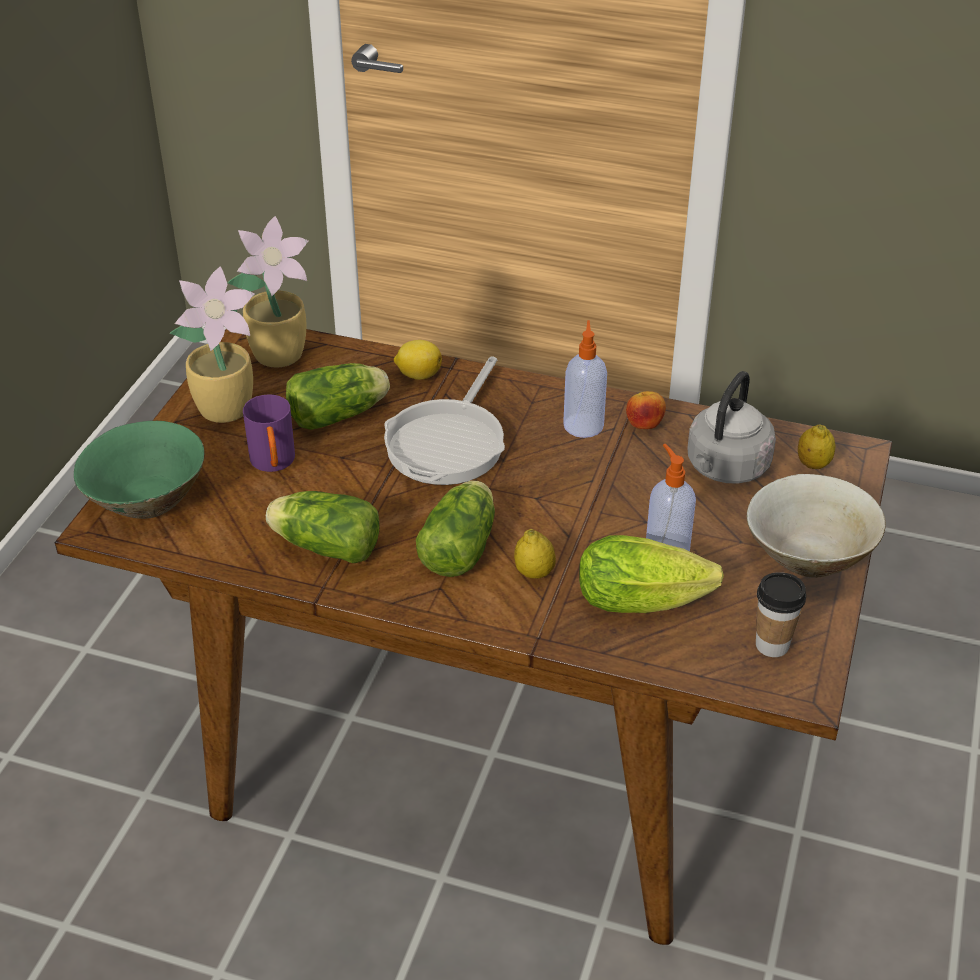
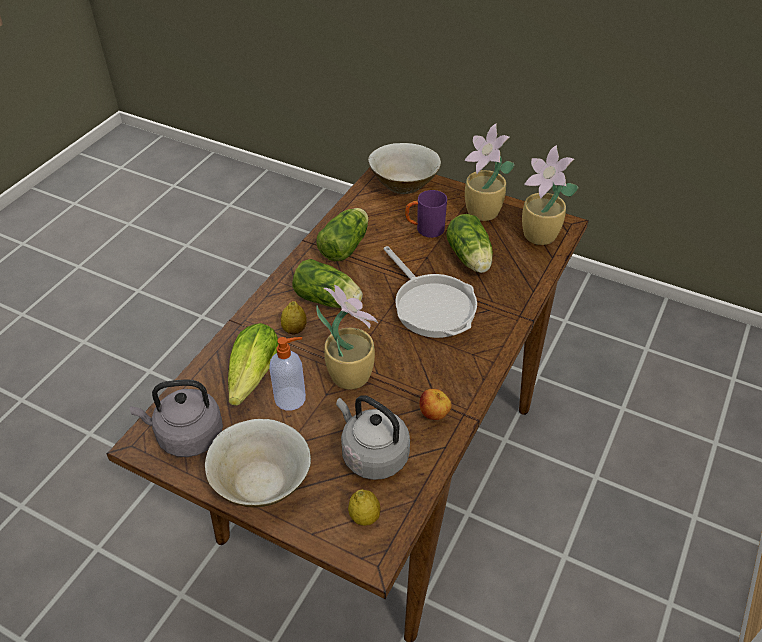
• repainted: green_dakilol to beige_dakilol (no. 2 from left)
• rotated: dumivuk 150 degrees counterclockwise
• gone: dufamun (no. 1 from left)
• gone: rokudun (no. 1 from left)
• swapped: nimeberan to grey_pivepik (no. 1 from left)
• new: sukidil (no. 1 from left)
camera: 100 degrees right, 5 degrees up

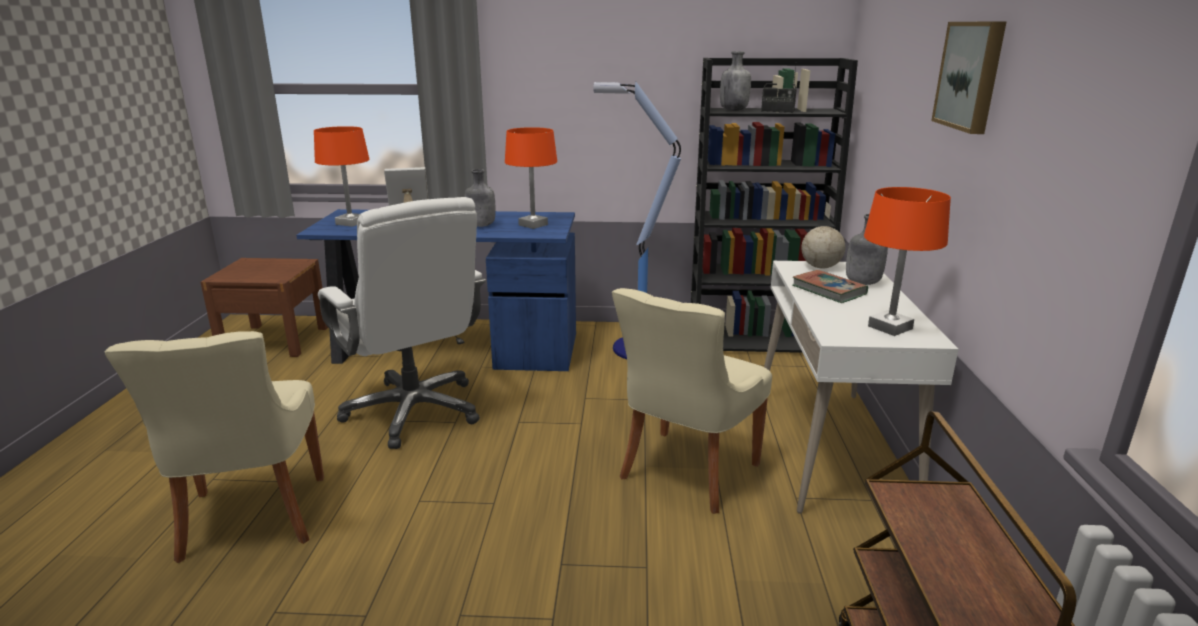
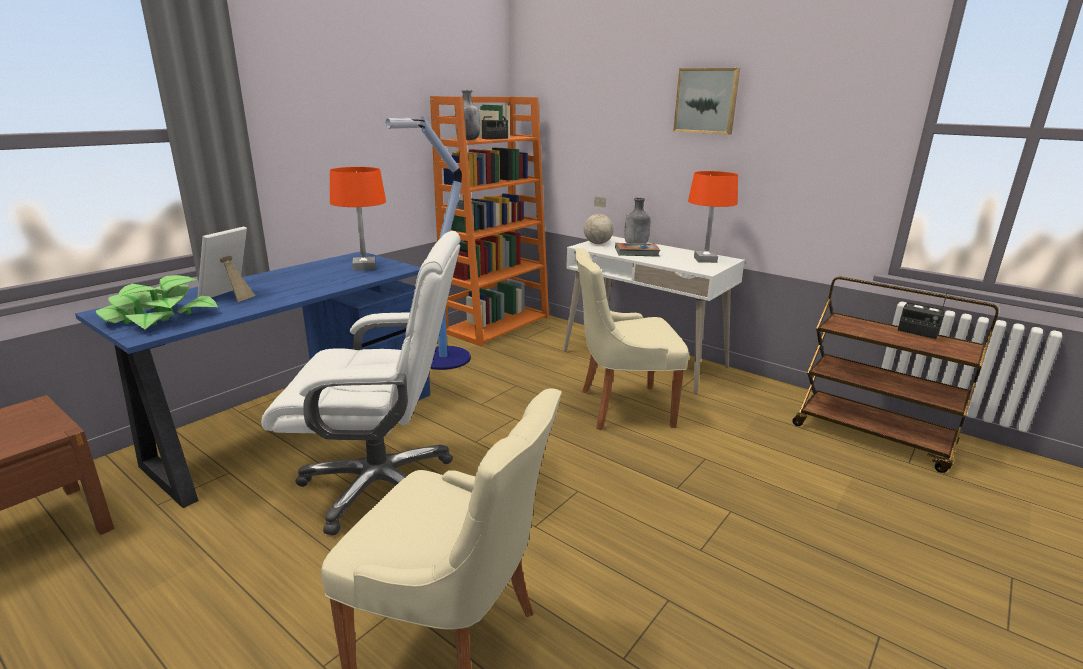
• swapped: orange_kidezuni (no. 1 from left) to sukidil
• gone: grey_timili (no. 1 from left)
• rotated: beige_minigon (no. 2 from left) 105 degrees clockwise
• repainted: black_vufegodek to orange_vufegodek
• new: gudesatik (no. 2 from left)
camera: 55 degrees left, 0 degrees up

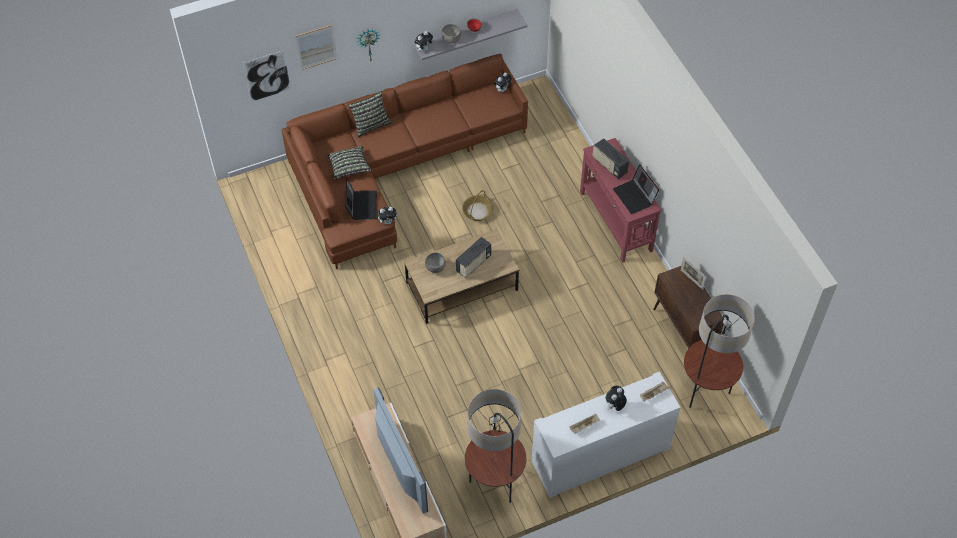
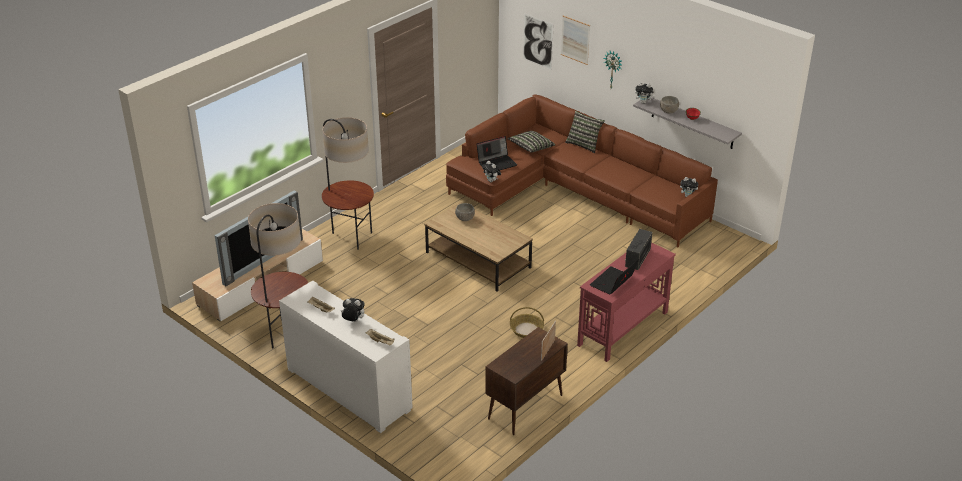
• gone: gudesatik (no. 1 from left)
• shifted: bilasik
• shifted: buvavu (no. 2 from left)
camera: 65 degrees right, 20 degrees down

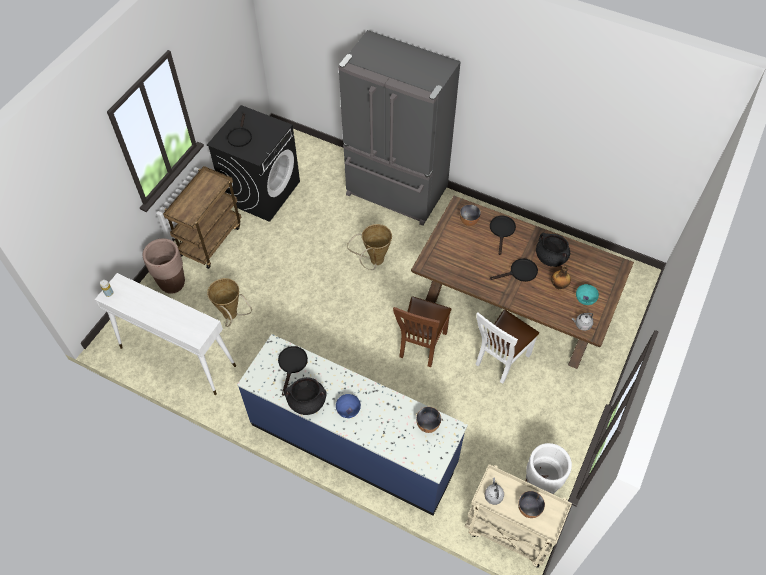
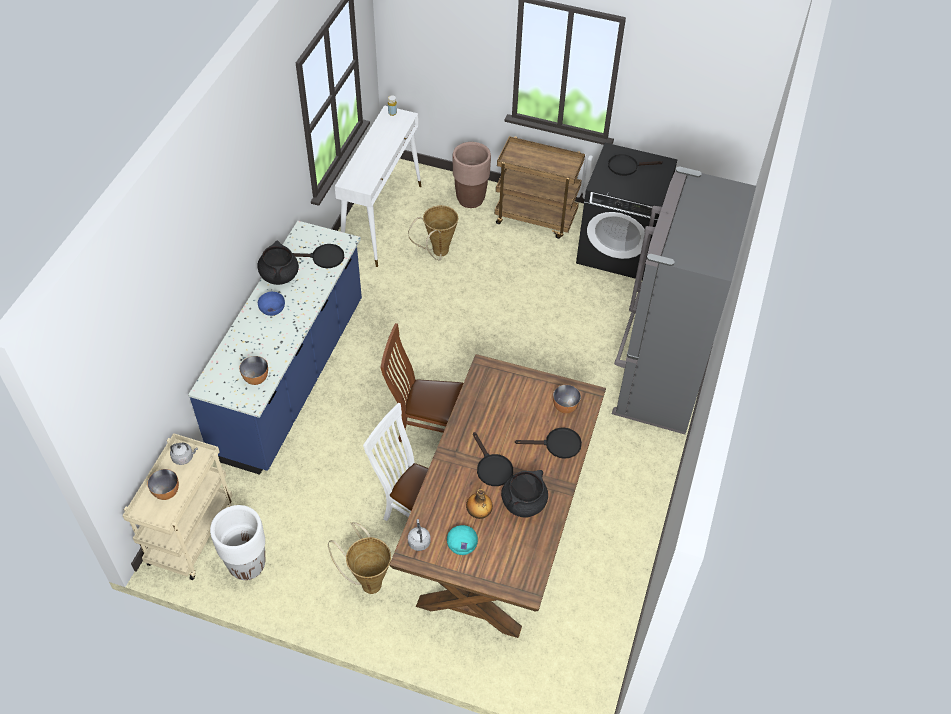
• shifted: bilasik (no. 2 from left in the first image) to bilasik (no. 1 from left)
camera: 80 degrees right, 5 degrees down

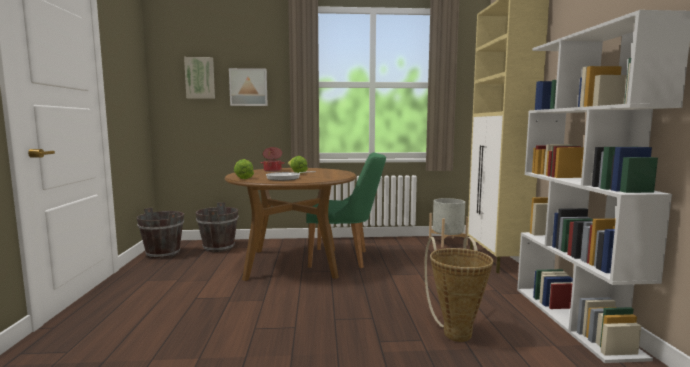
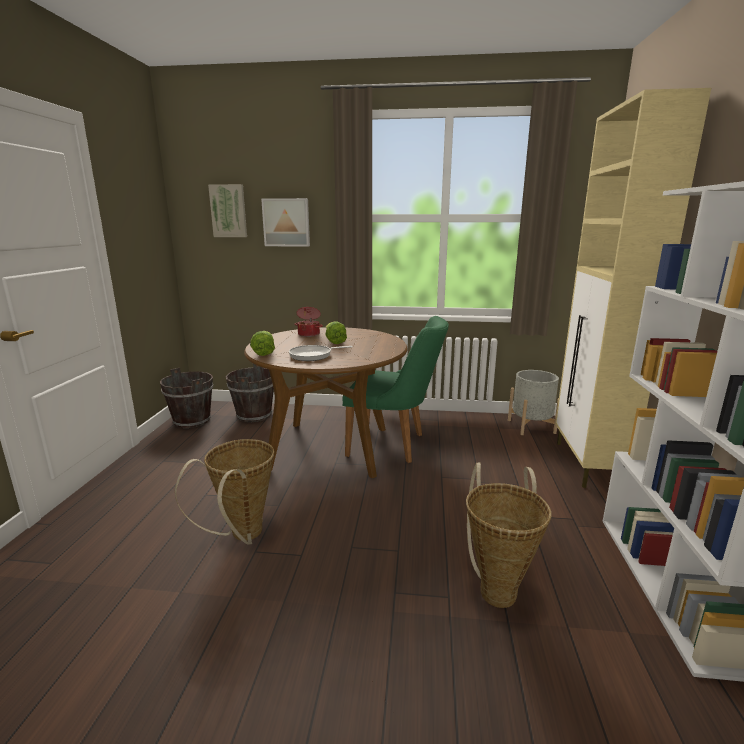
• new: bilasik (no. 1 from left)
camera: 10 degrees right, 10 degrees up

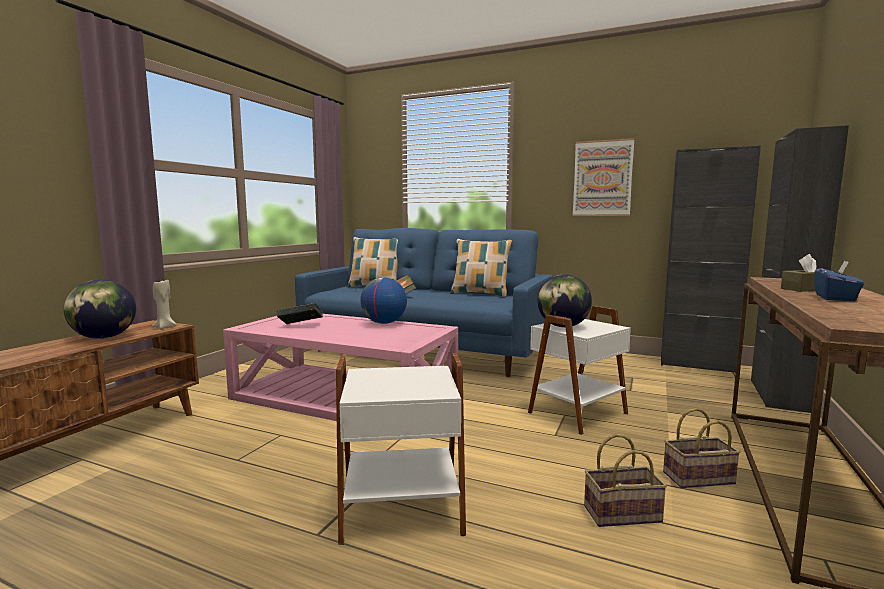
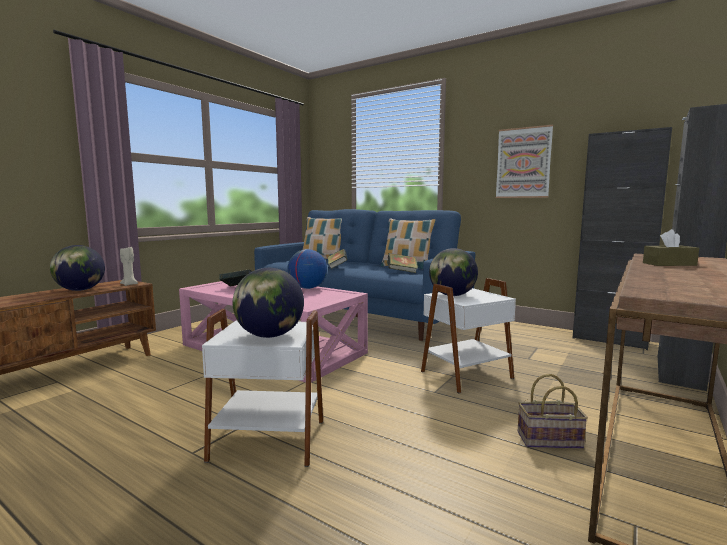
• gone: bilasik (no. 1 from left)
• gone: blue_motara
• new: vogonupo (no. 2 from left)
• new: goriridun (no. 3 from left)
camera: 10 degrees right, 0 degrees up

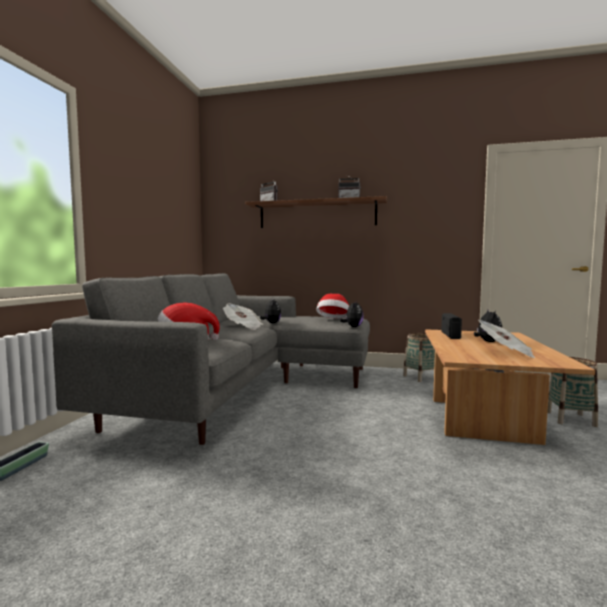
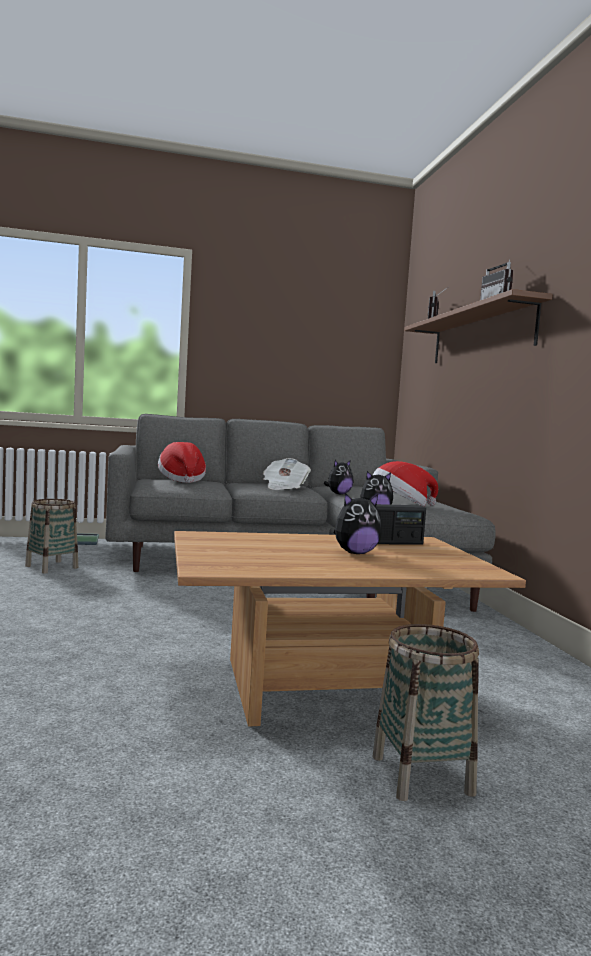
• shifted: bilasik (no. 1 from left)
• gone: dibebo (no. 2 from left)
camera: 65 degrees right, 0 degrees up

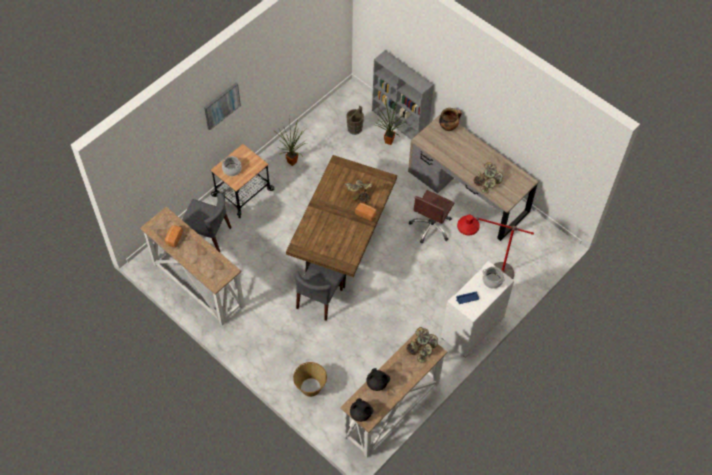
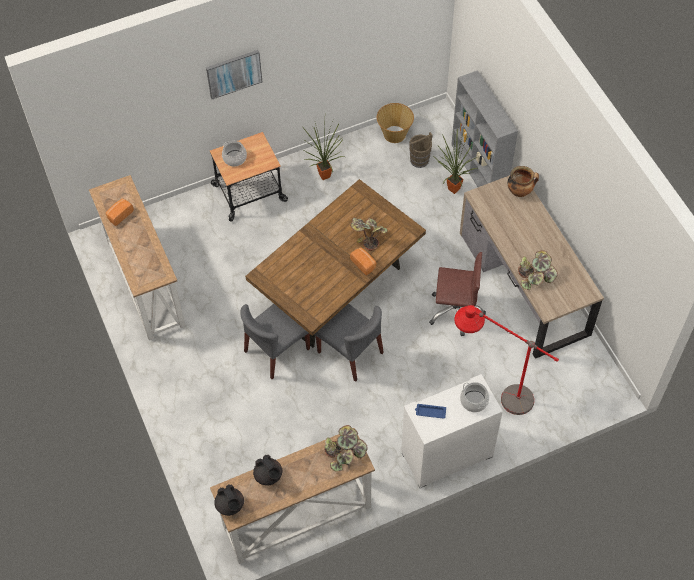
• shifted: grey_minigon (no. 1 from left in the first image) to grey_minigon (no. 2 from left)
• shifted: bilasik
• rotated: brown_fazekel 135 degrees counterclockwise
camera: 25 degrees right, 0 degrees up

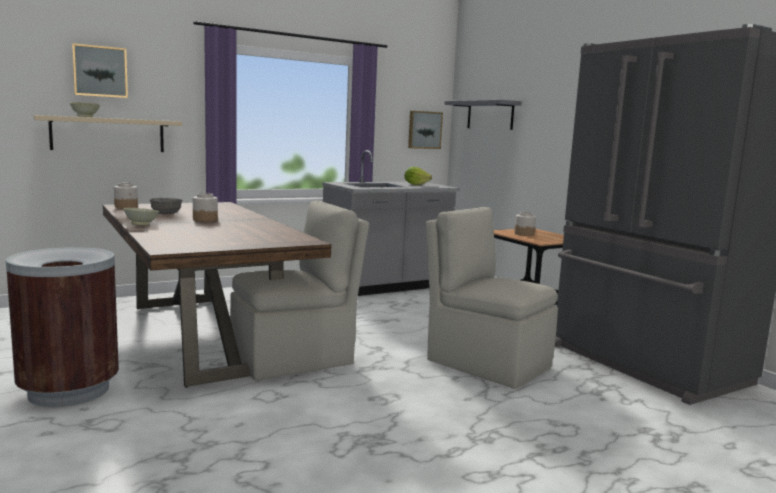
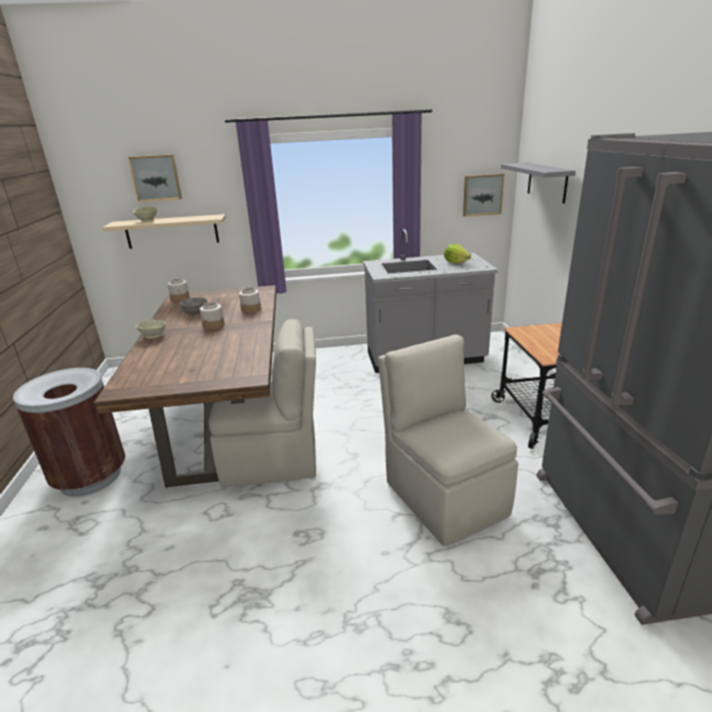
• shifted: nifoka (no. 3 from left)
camera: 25 degrees right, 15 degrees up

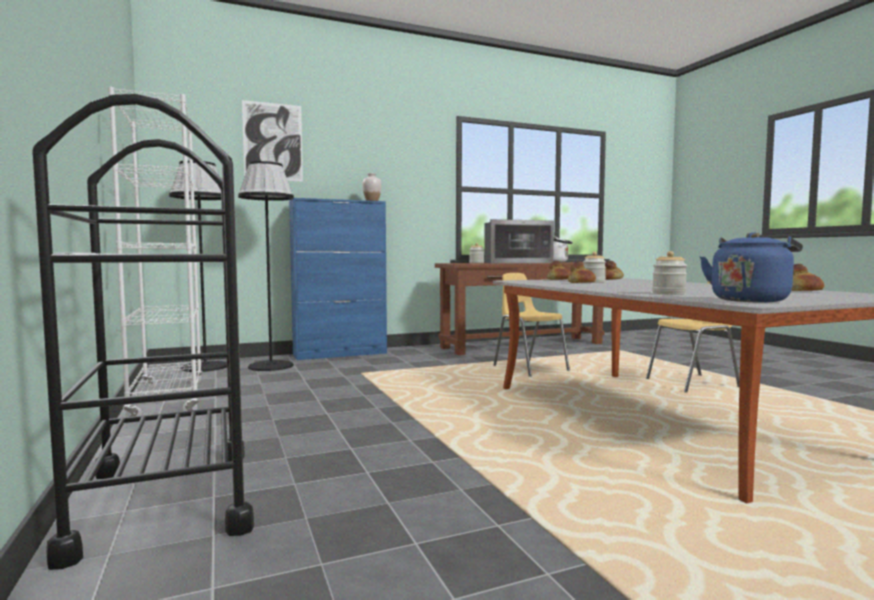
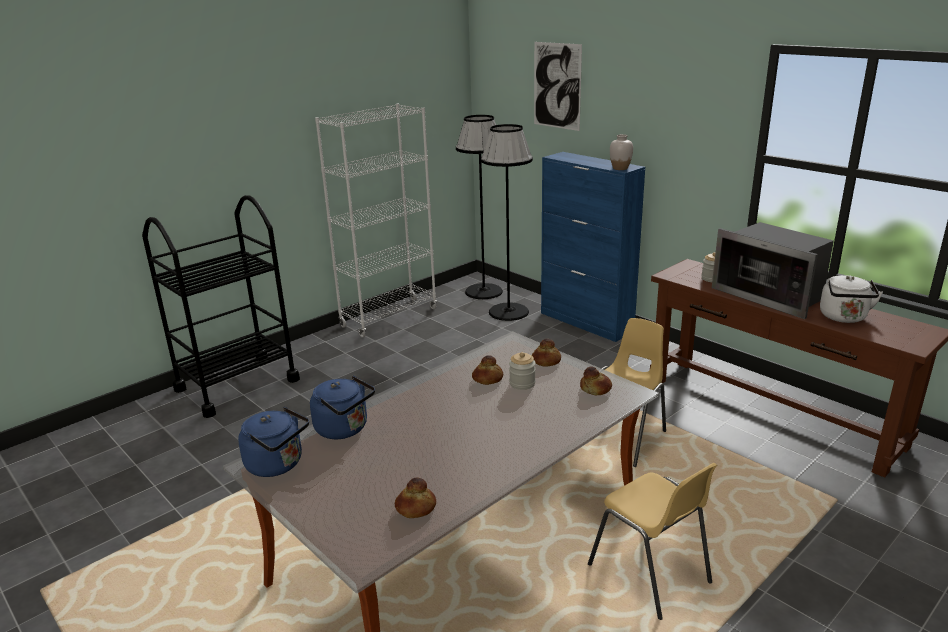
• swapped: nifoka (no. 3 from left) to blue_pivepik (no. 2 from left)
camera: 70 degrees right, 20 degrees up

